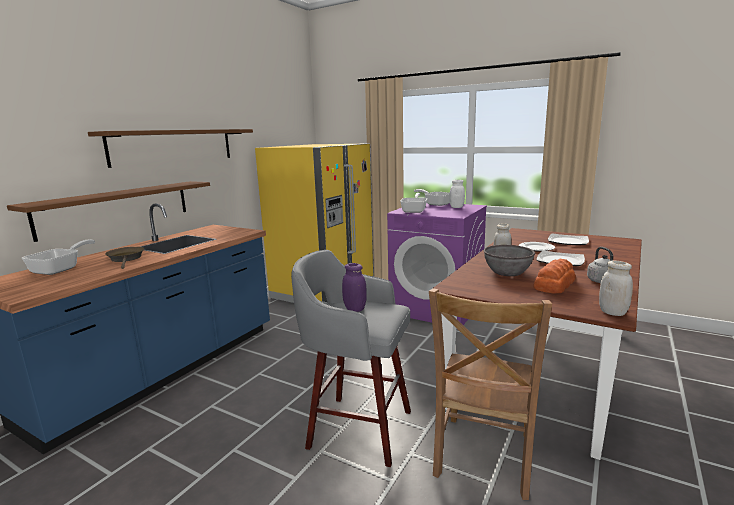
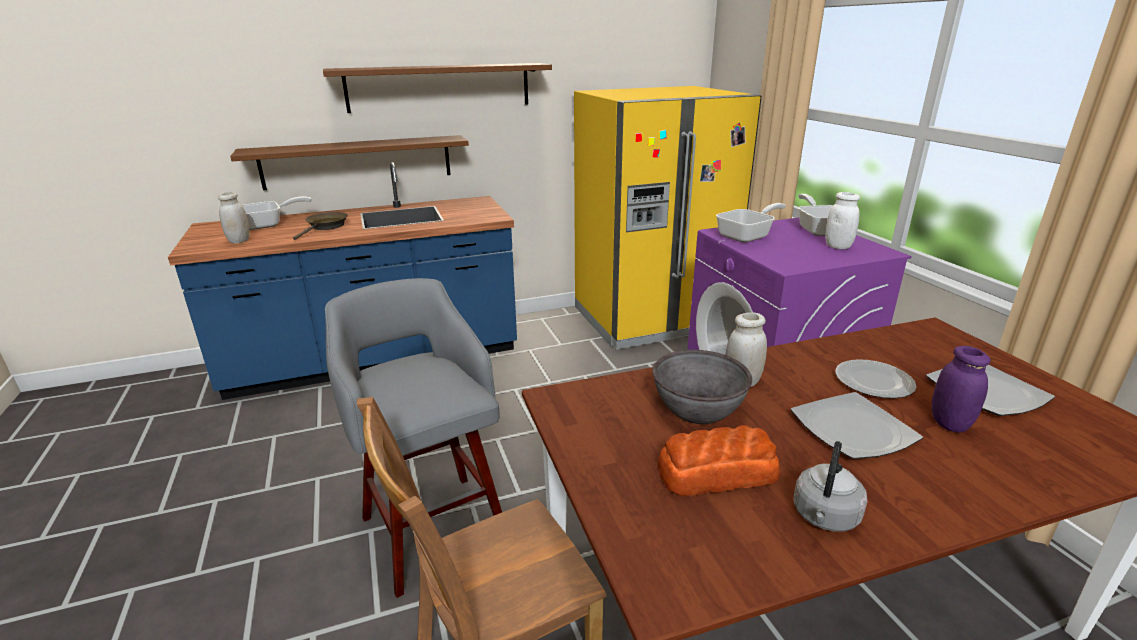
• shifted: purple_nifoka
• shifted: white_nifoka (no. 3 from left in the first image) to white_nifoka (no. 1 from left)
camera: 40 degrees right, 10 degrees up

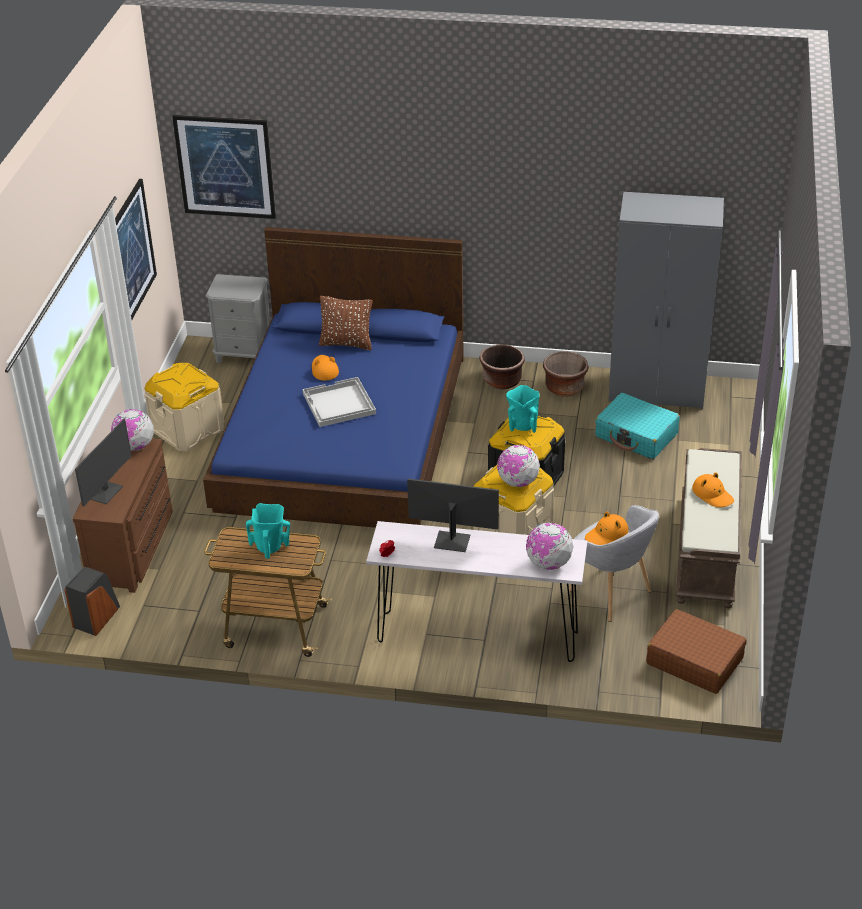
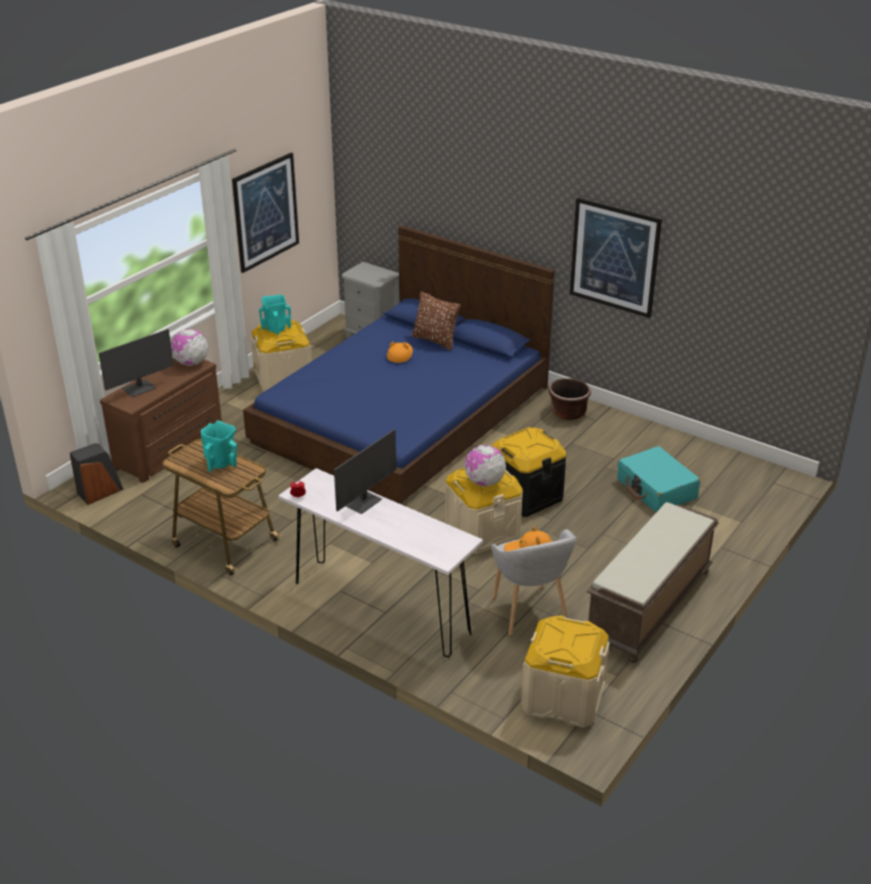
• shifted: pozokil (no. 2 from left)
• gone: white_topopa
• rotated: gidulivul (no. 2 from left) 90 degrees clockwise
• shifted: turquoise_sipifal (no. 2 from left)
• gone: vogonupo (no. 3 from left)
• gone: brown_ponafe (no. 2 from left)
• gone: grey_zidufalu
• swapped: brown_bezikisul to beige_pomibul (no. 3 from left)
• gone: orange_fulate (no. 3 from left)
camera: 25 degrees right, 5 degrees down

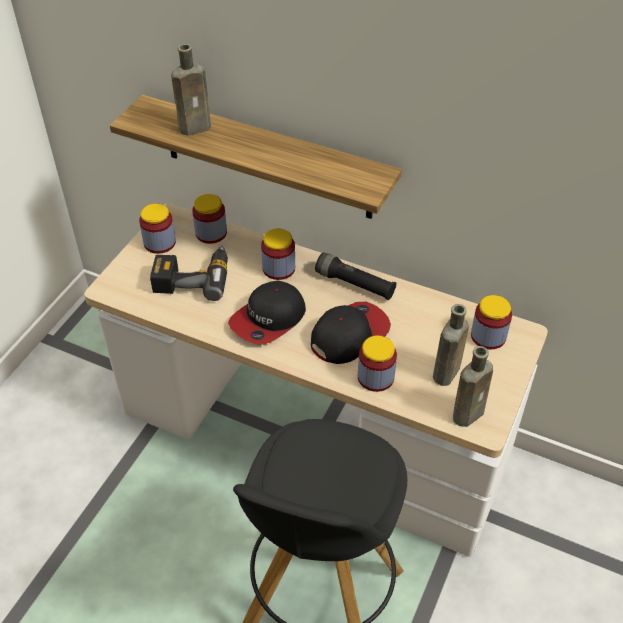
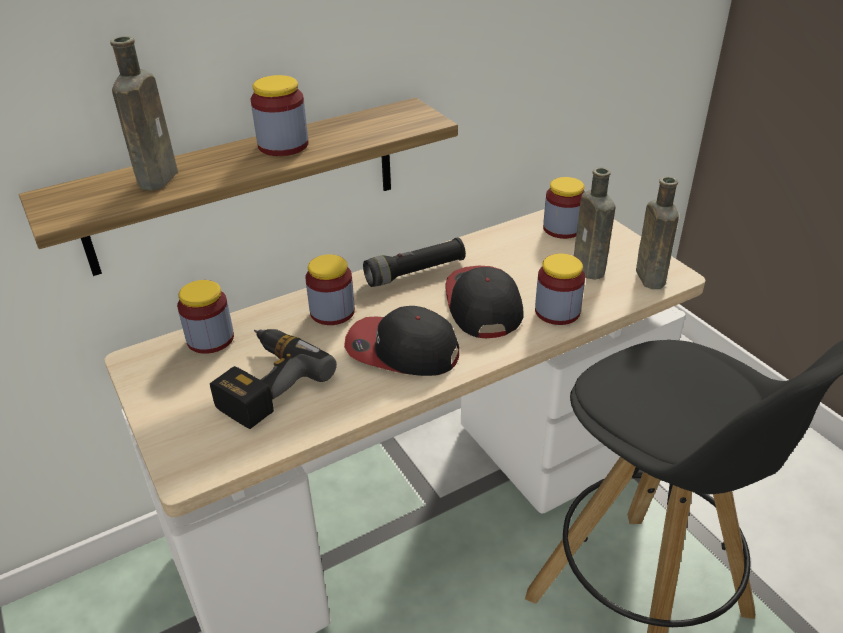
• shifted: nifoka (no. 1 from left in the first image) to nifoka (no. 2 from left)
• rotated: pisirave (no. 1 from left) 120 degrees clockwise
camera: 55 degrees left, 10 degrees down

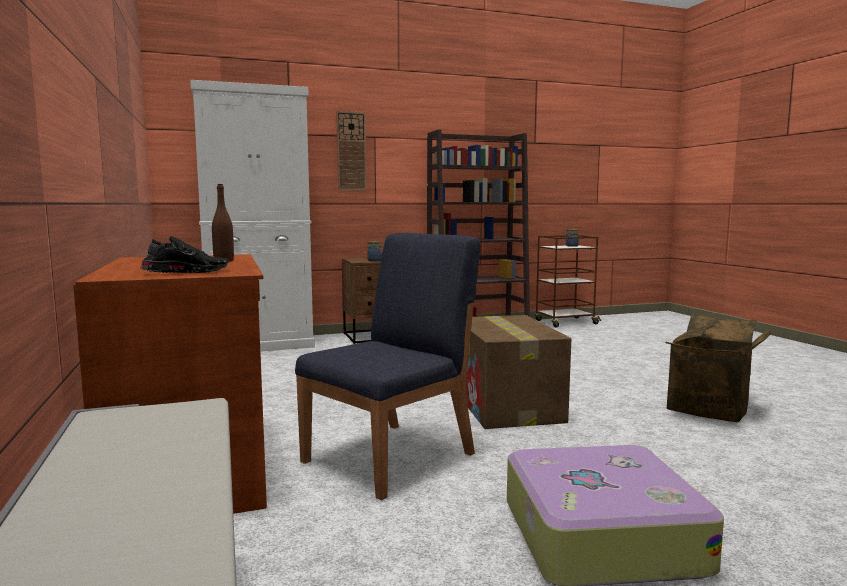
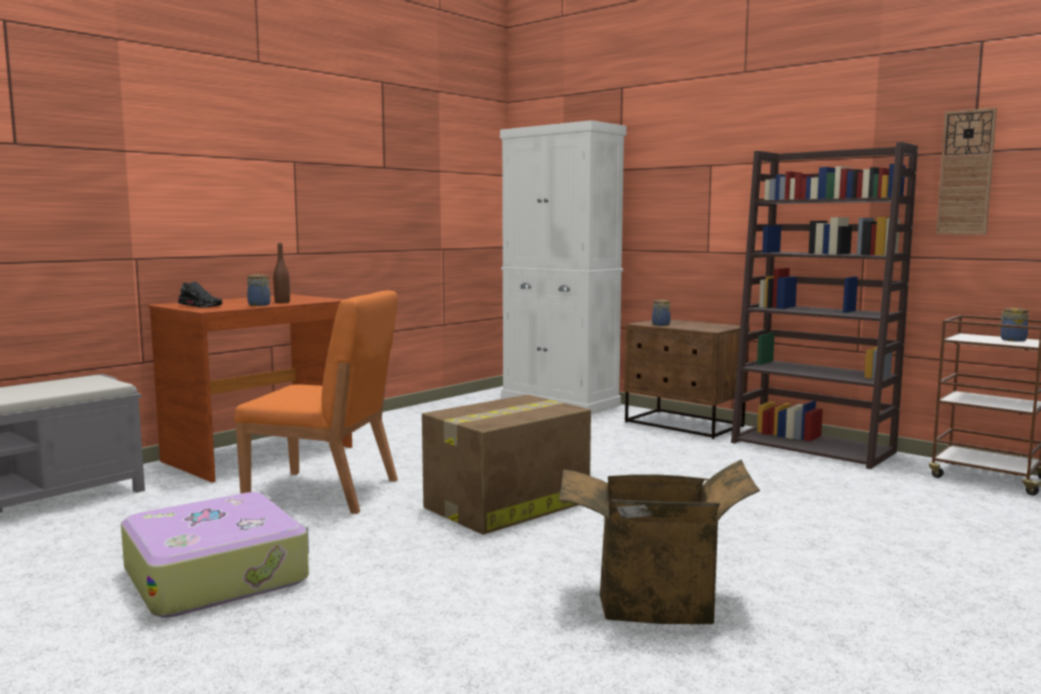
• repainted: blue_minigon to orange_minigon
• shifted: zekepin
• new: nifoka (no. 1 from left)
camera: 60 degrees right, 0 degrees up

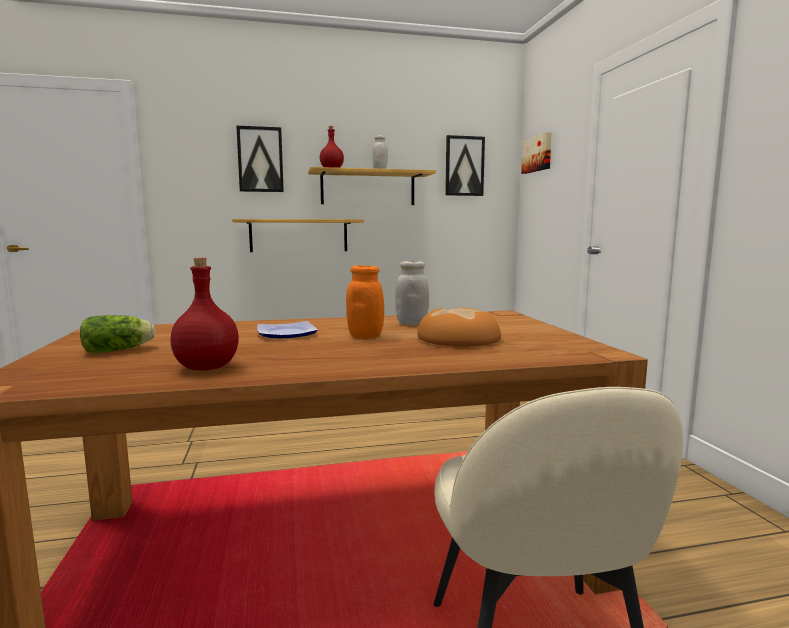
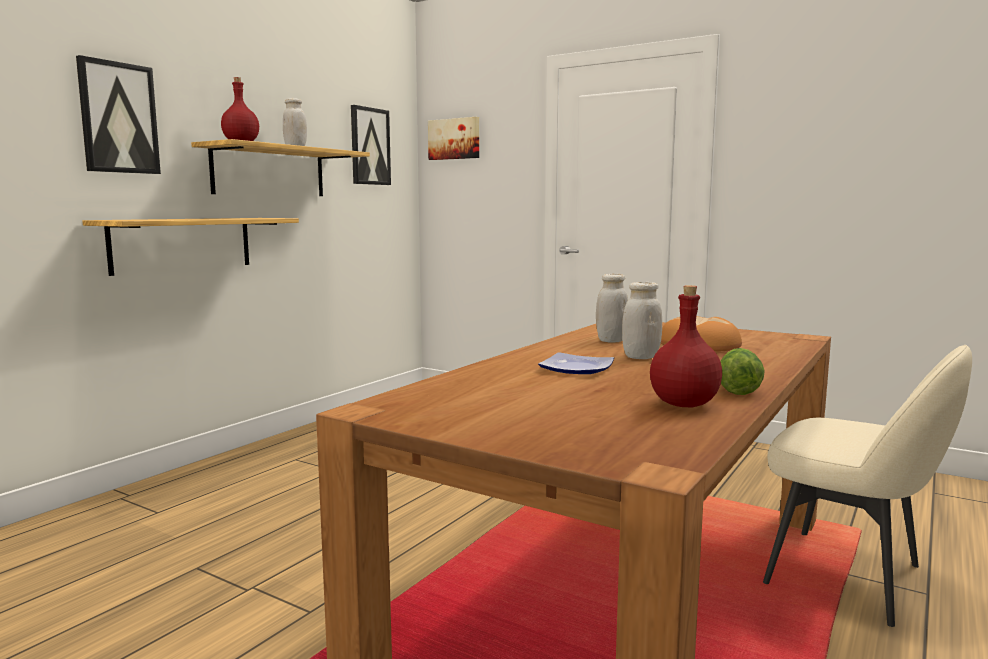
• shifted: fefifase
• repainted: orange_nifoka to white_nifoka (no. 3 from left)
camera: 45 degrees left, 0 degrees up

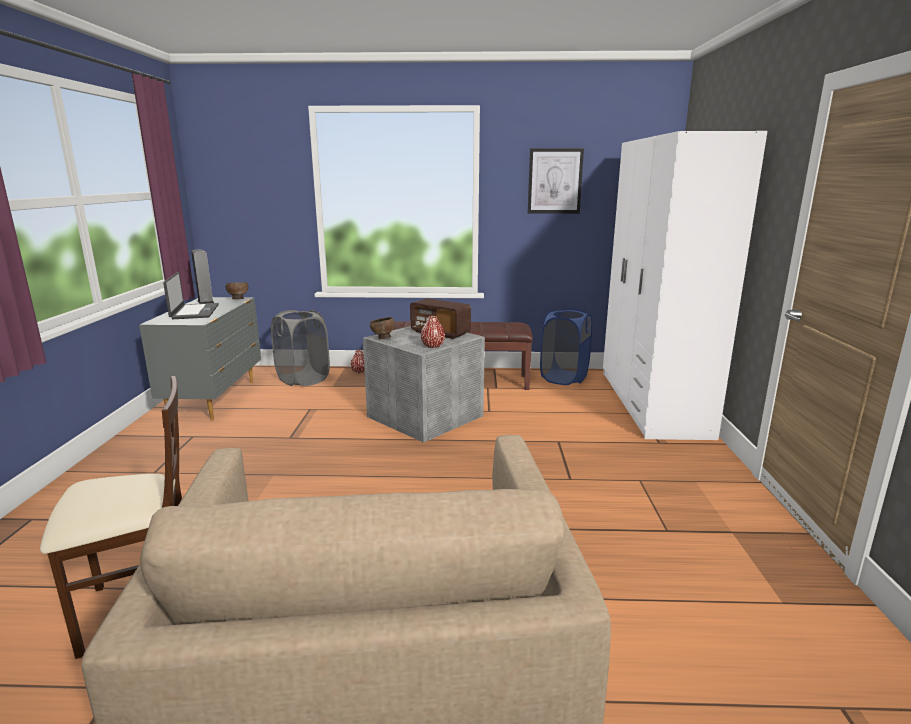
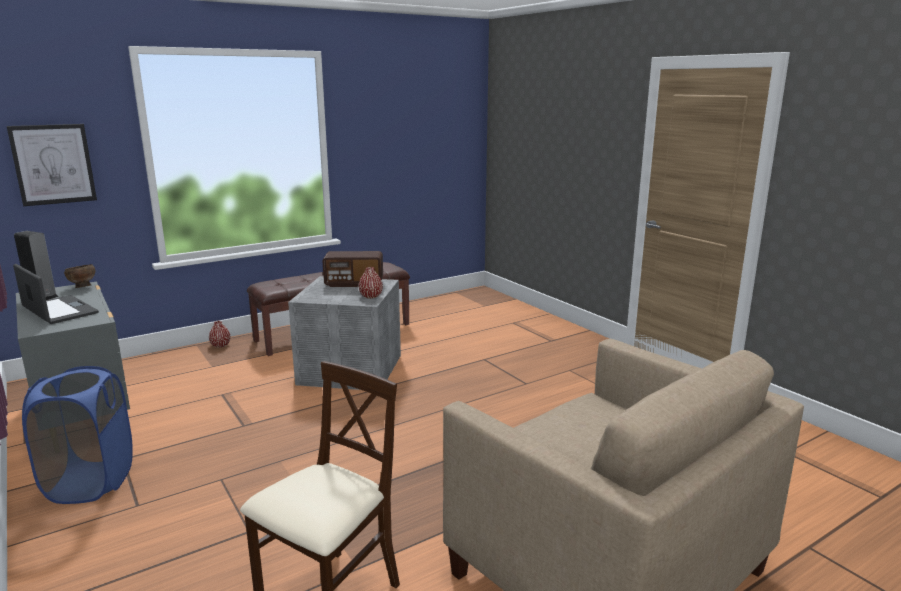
• gone: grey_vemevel
• gone: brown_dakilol (no. 2 from left)
• shifted: pozokil
• shifted: blue_vemevel
• gone: white_zidufalu
camera: 35 degrees left, 0 degrees up

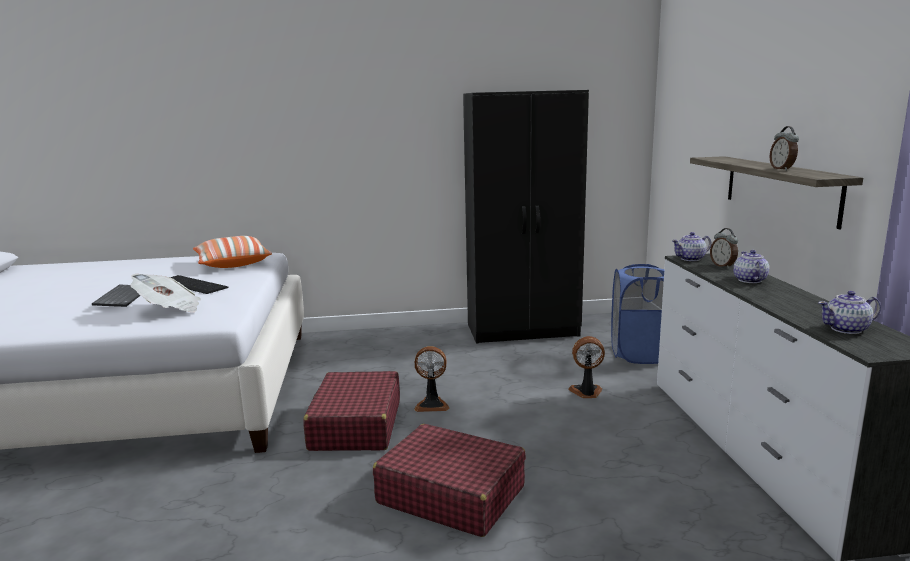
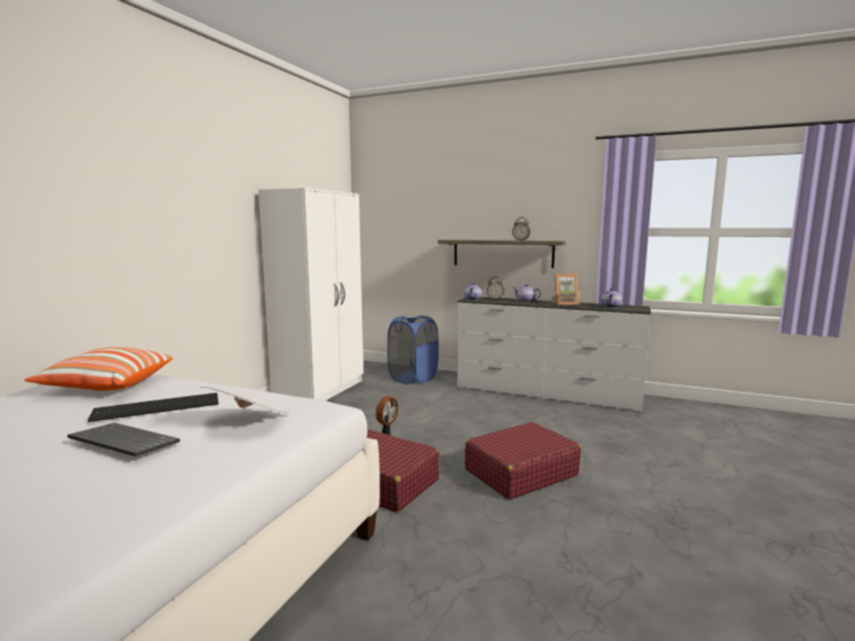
• repainted: black_zidufalu to white_zidufalu
• gone: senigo (no. 2 from left)
• new: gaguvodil
camera: 60 degrees left, 5 degrees down

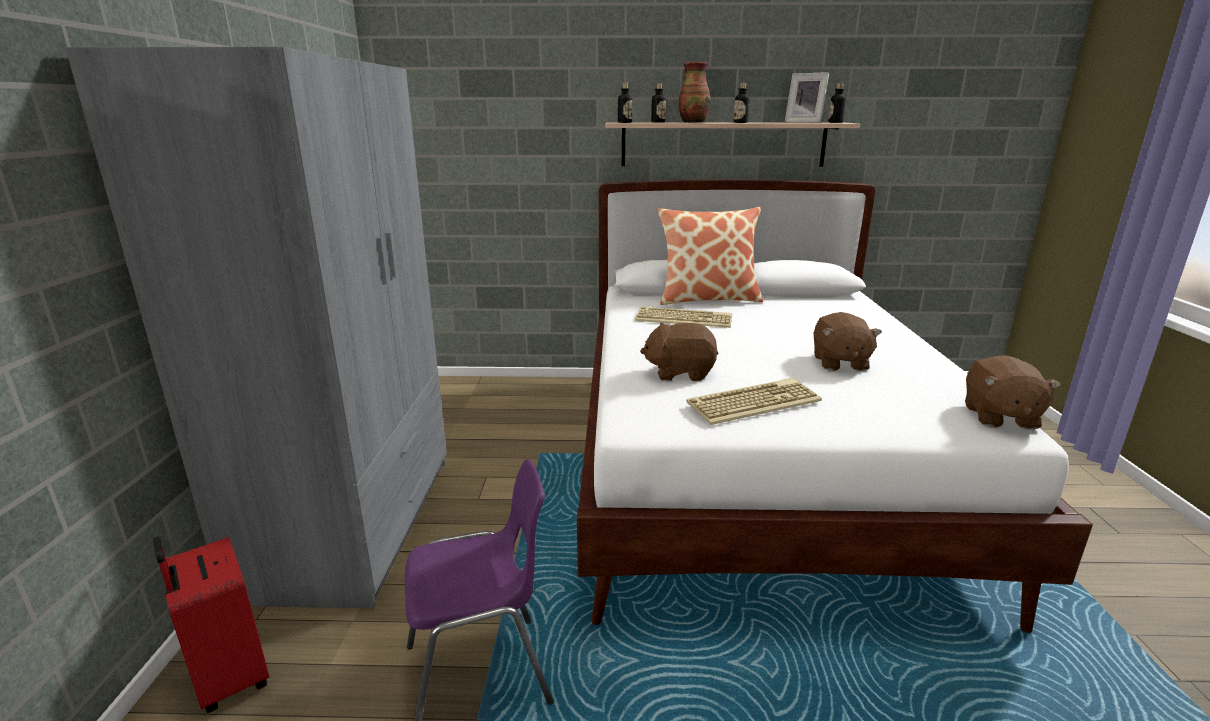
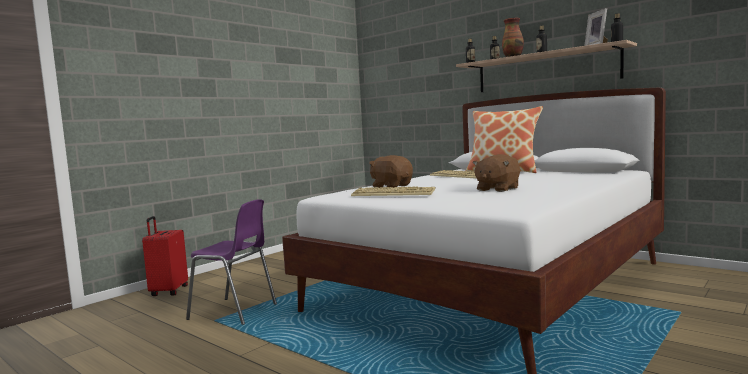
• gone: grey_zidufalu
• gone: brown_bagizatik (no. 3 from left)
camera: 40 degrees right, 15 degrees down

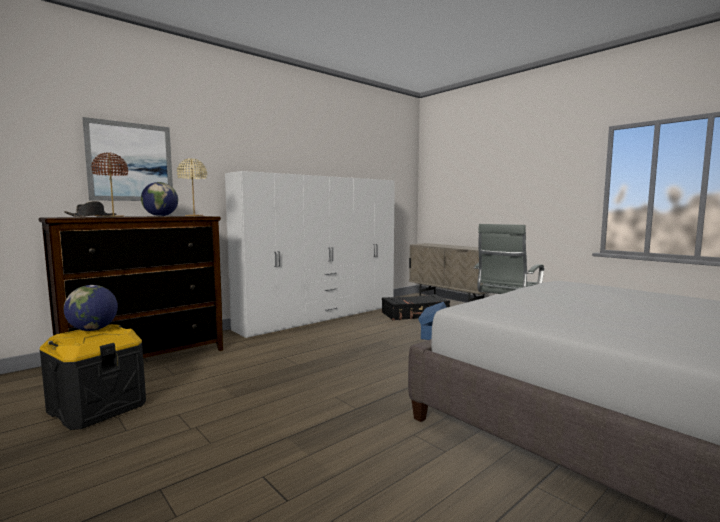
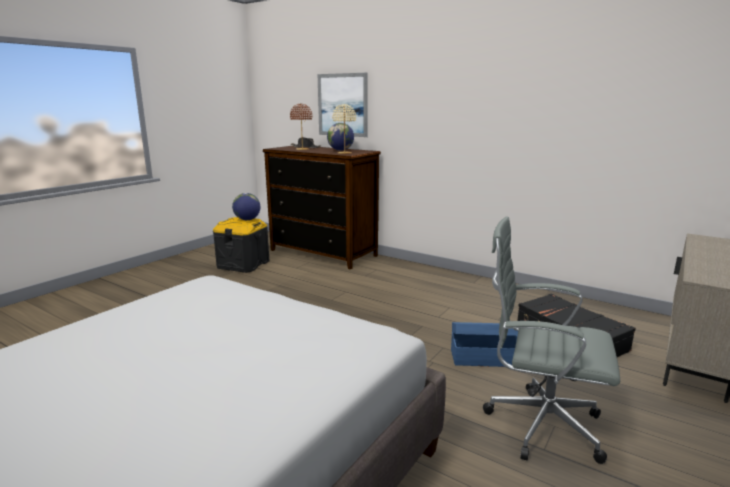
• gone: white_zidufalu
camera: 75 degrees right, 10 degrees up

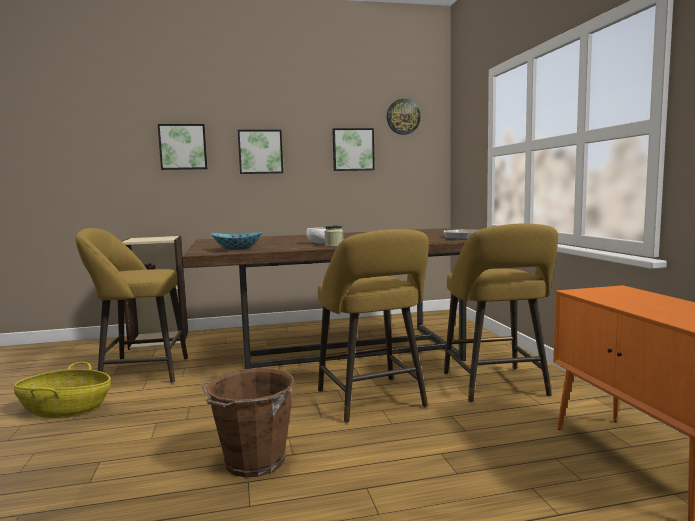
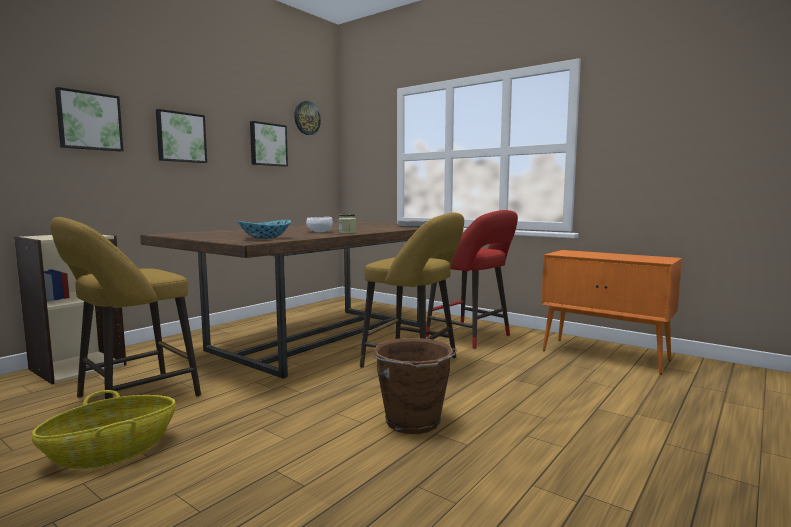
• repainted: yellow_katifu (no. 3 from left) to red_katifu
camera: 40 degrees left, 0 degrees up

